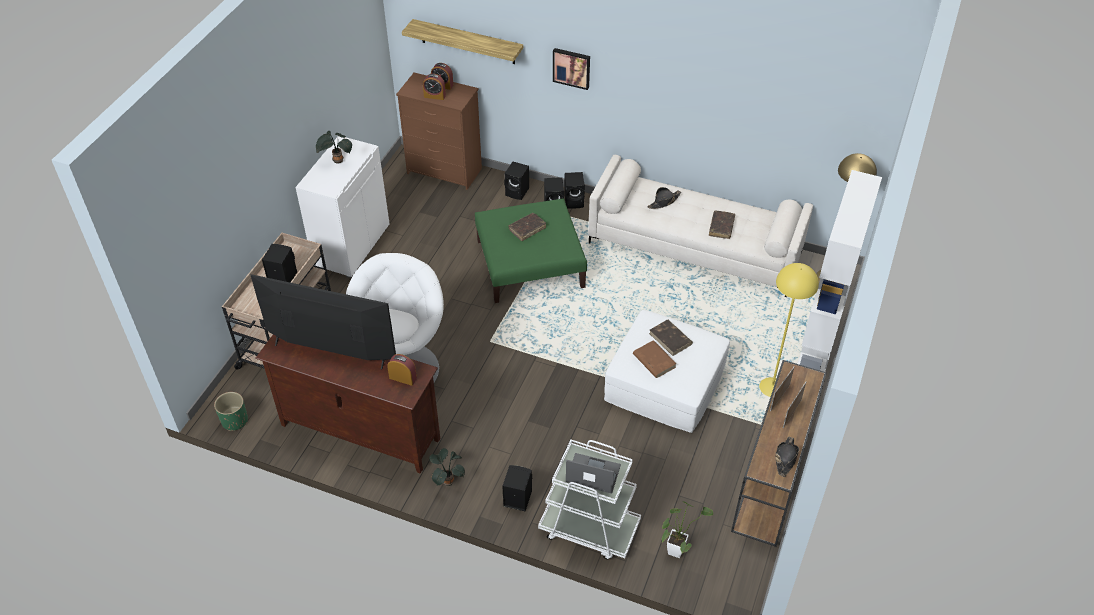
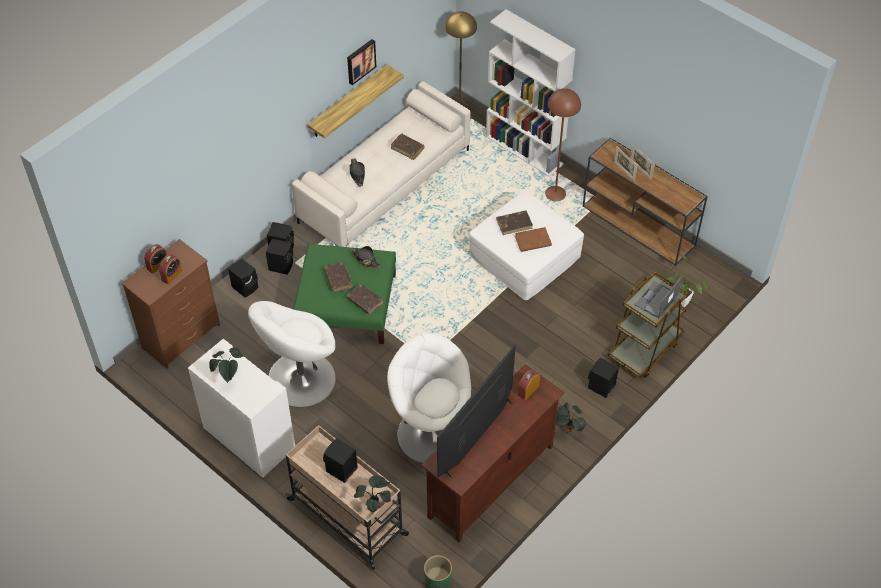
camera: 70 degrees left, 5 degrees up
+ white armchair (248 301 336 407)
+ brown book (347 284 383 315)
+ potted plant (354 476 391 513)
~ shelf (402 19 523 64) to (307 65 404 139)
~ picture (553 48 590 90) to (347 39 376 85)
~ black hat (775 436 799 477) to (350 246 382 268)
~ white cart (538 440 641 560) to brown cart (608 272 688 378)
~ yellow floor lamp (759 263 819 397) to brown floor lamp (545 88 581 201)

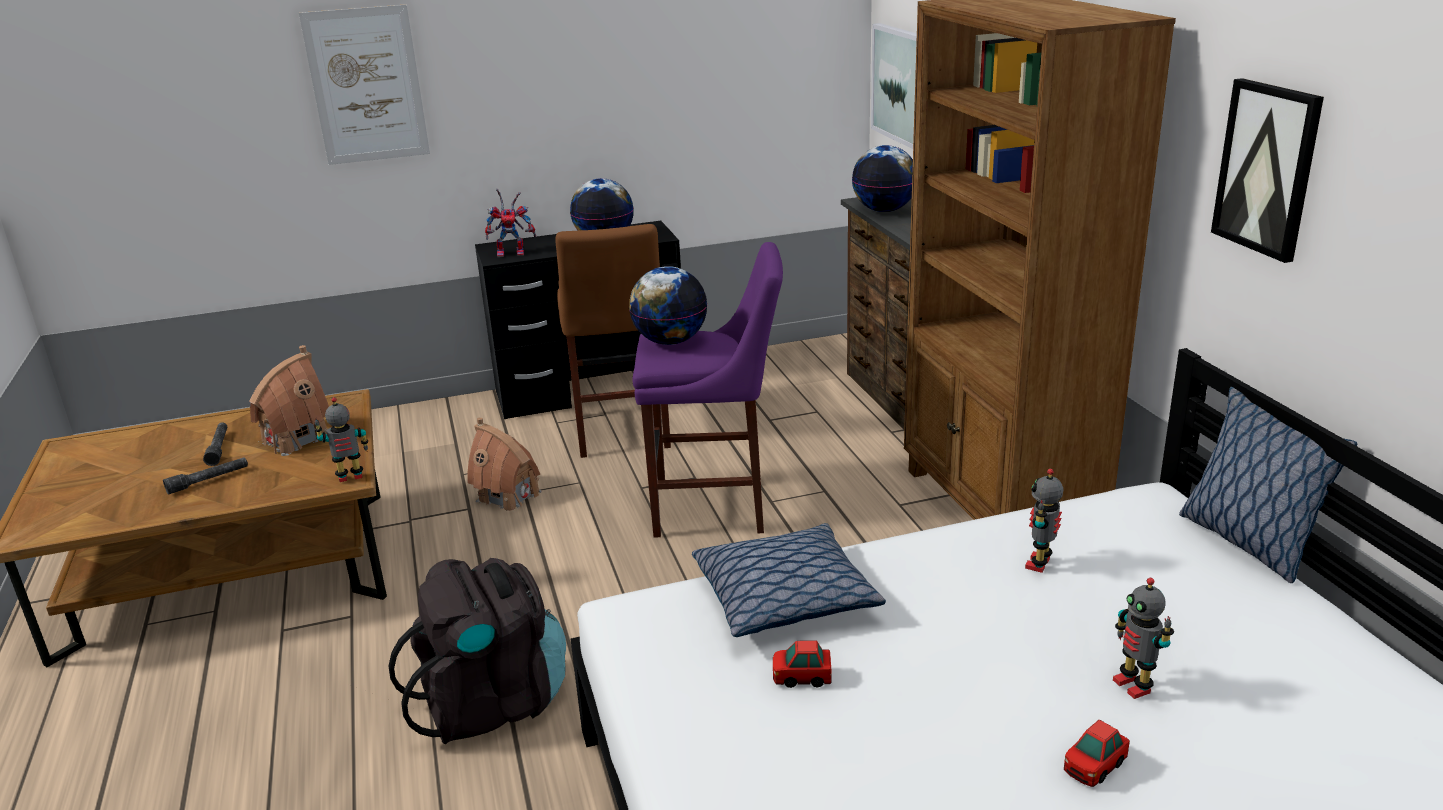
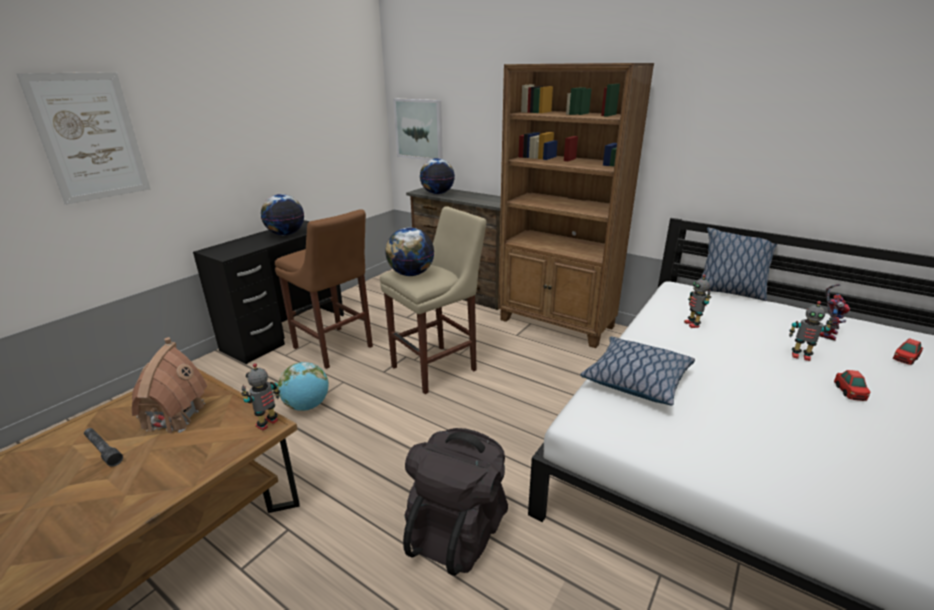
camera: 40 degrees left, 0 degrees up
- grey flashlight (163 457 248 495)
- picture (1211 78 1324 263)
~ toy robot (485 189 536 257) to (819 284 850 341)
~ toy car (773 640 831 688) to (893 338 923 365)
~ toy house (468 417 542 512) to globe (278 362 329 411)
~ purple stool (633 242 783 538) to beige stool (380 206 487 394)

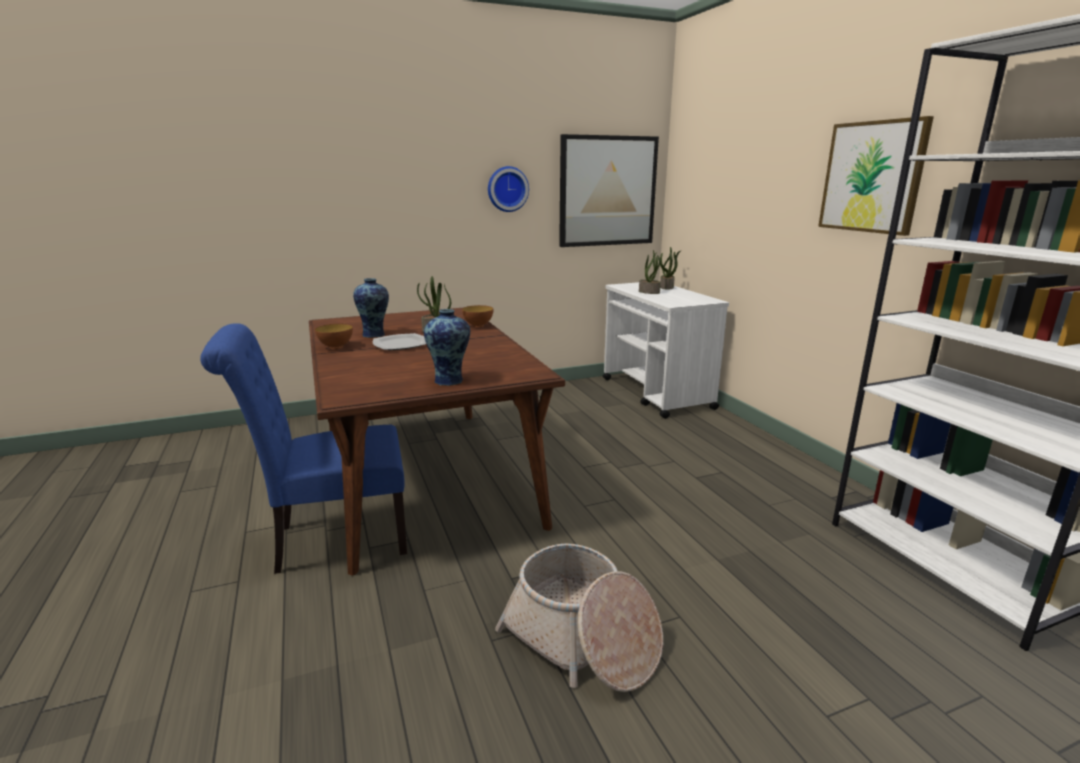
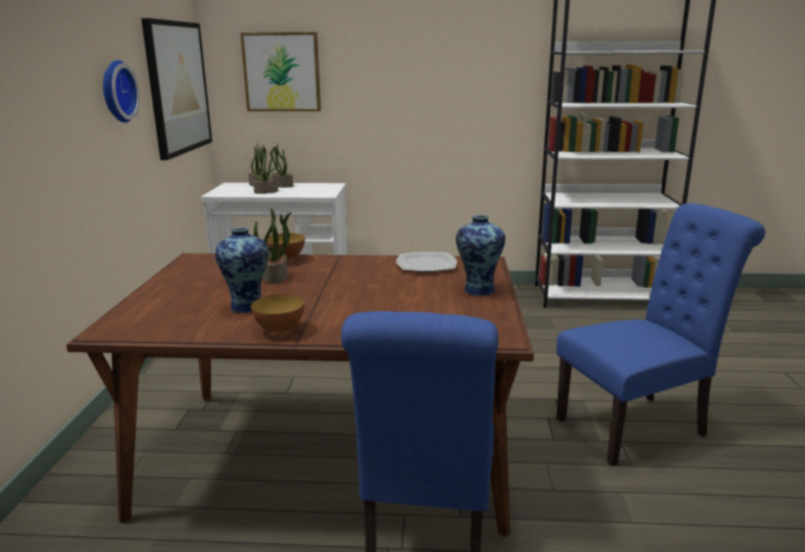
camera: 65 degrees left, 0 degrees up
+ potted plant (271 143 293 187)
~ plate (373 333 426 350) to (396 252 457 272)
~ picture (818 116 934 236) to (240 32 321 111)
~ basket (495 544 663 692) to blue chair (557 204 765 466)

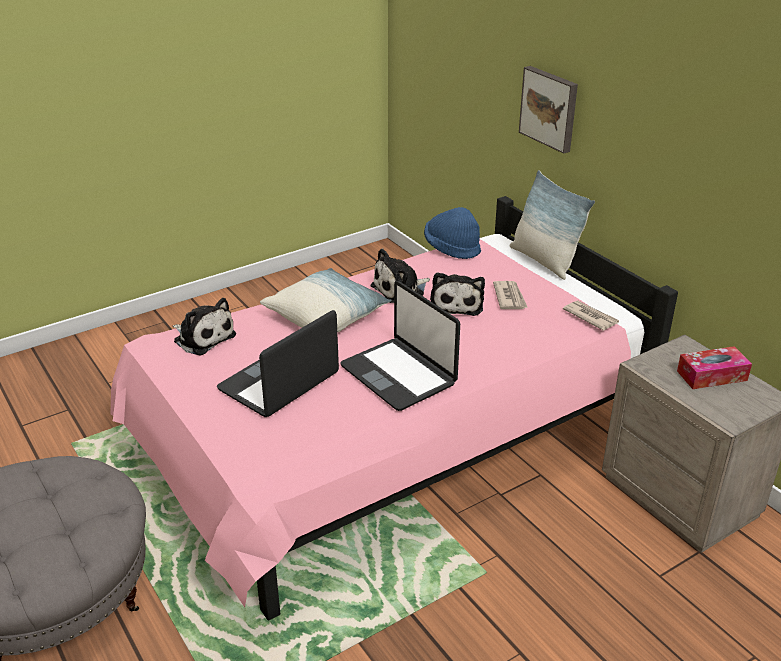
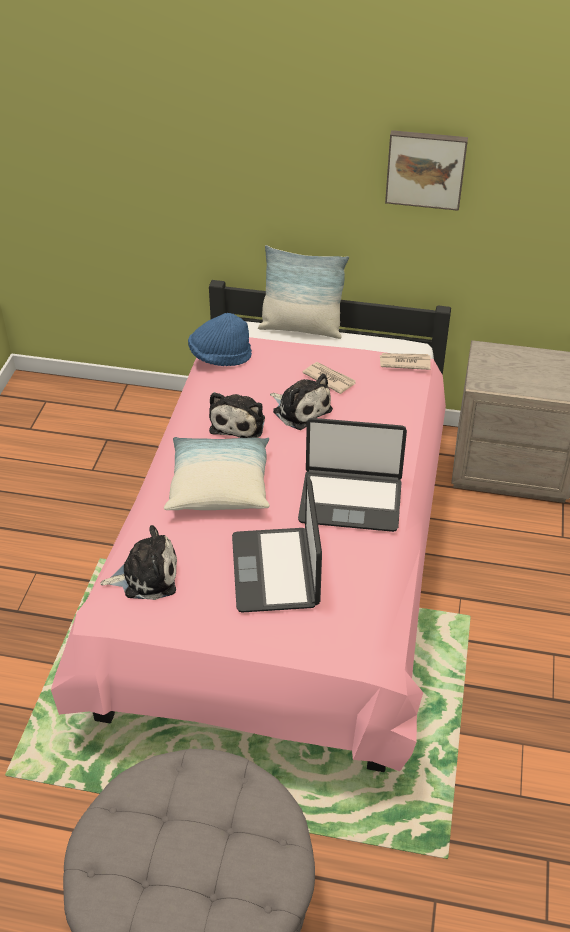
camera: 45 degrees left, 10 degrees up
- tissue box (677 346 752 389)
~ picture (519 66 578 154) to (385 130 468 211)

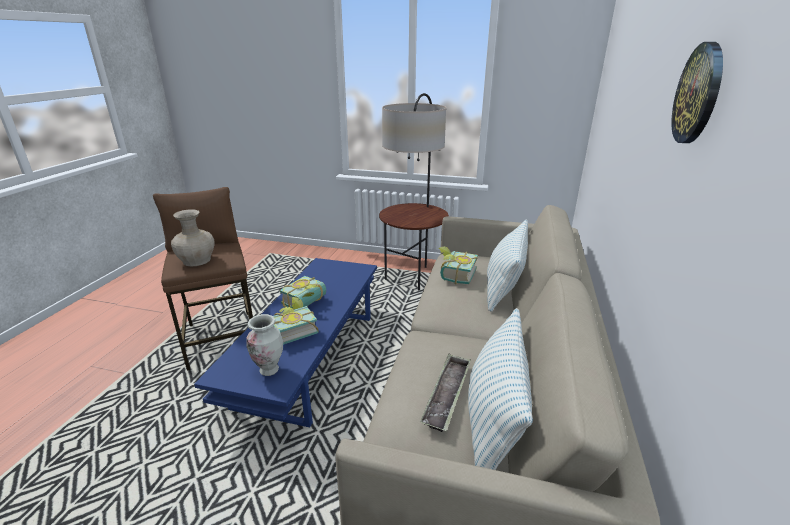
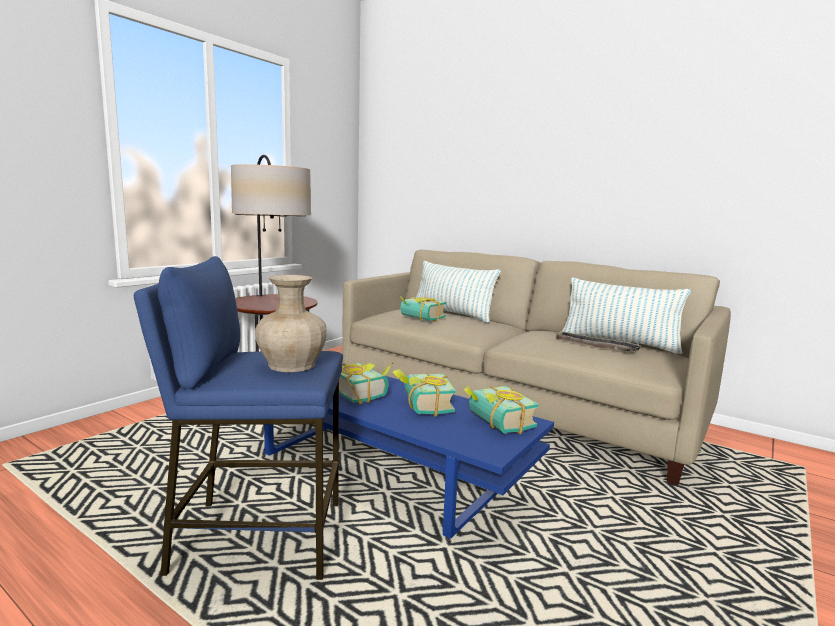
camera: 70 degrees left, 15 degrees down
- wall clock (671 42 723 143)
~ vase (247 314 283 376) to book (464 386 539 434)
~ brown stool (153 187 253 370) to blue stool (134 256 343 580)

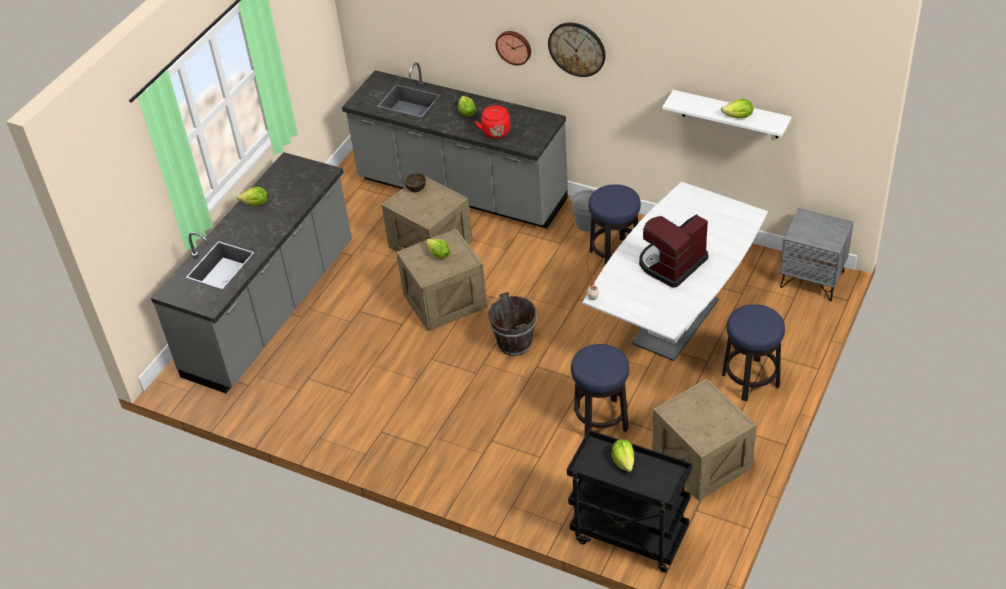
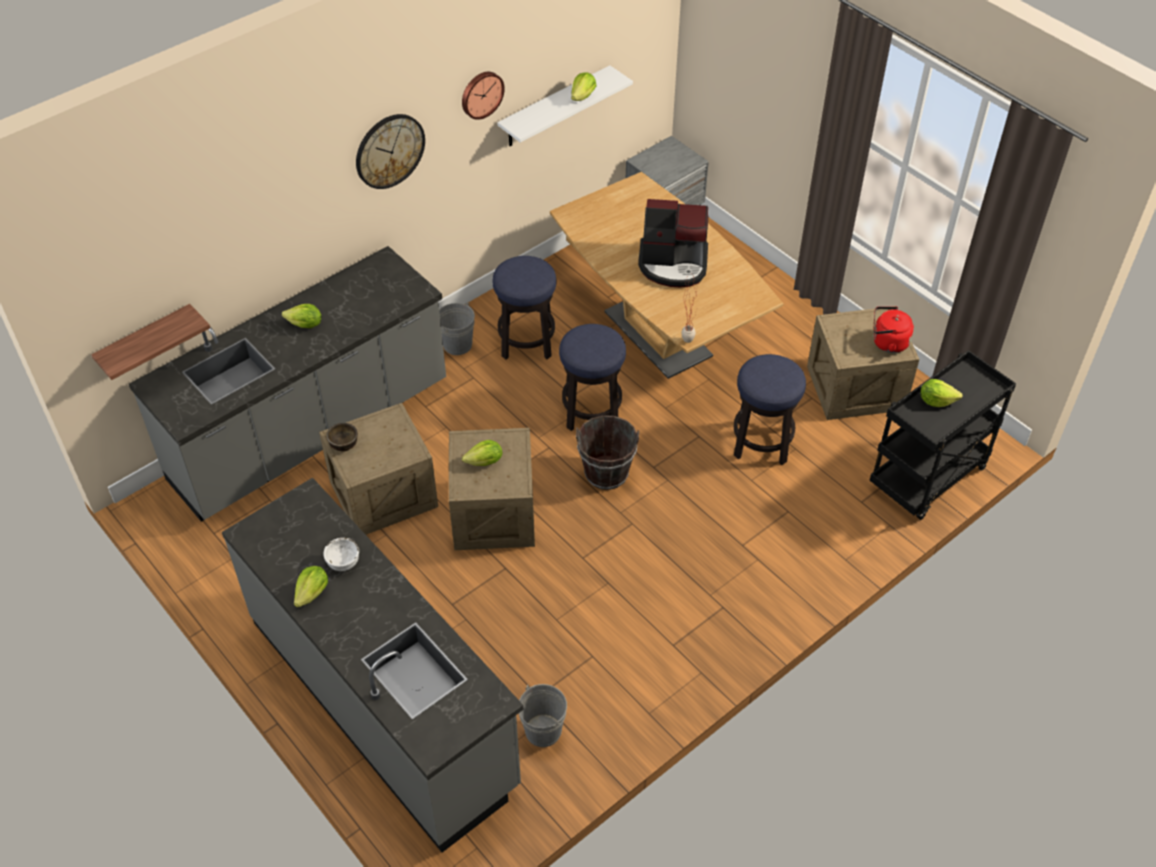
camera: 70 degrees left, 5 degrees up
+ shelf (91 304 210 380)
+ white bowl (323 538 359 571)
+ grey bucket (519 684 567 747)
~ red kettle (475 102 511 138) to (873 306 914 353)
~ wall clock (496 31 531 66) to (462 72 505 120)
~ stool (722 304 785 401) to (559 324 626 431)
~ white dining table (583 181 768 361) to brown dining table (550 172 784 379)
~ coffee machine (639 214 708 287) = (638 199 708 287) 60 degrees counterclockwise

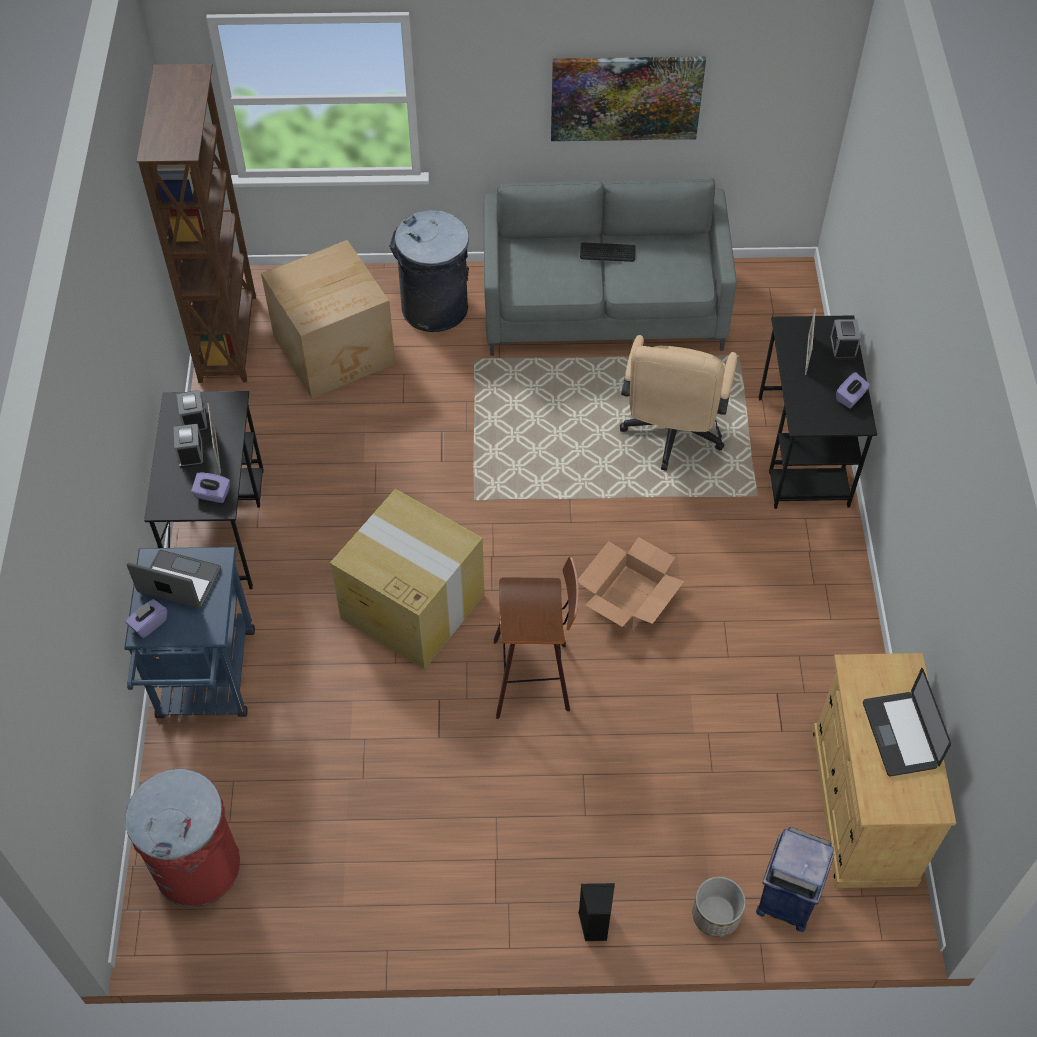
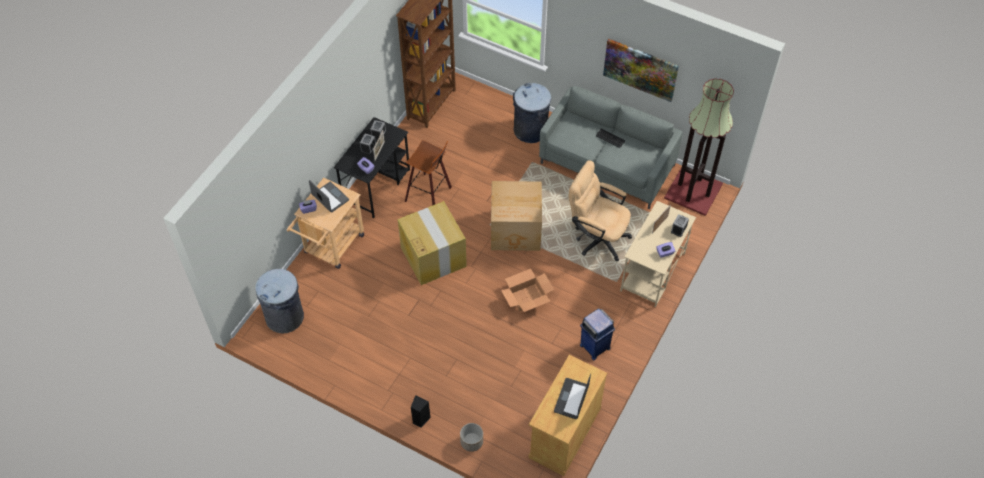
camera: 30 degrees right, 0 degrees up
+ floor lamp (664 78 734 216)
~ cardboard box (261 240 396 398) to (491 181 542 251)
~ stool (494 557 579 719) to (405 140 452 205)
~ blue trash can (756 827 834 932) to (580 308 615 360)
~ blue cart (124 547 255 718) to beige cart (287 178 364 269)
~ red trash can (125 769 240 907) to grey trash can (255 269 304 333)
~ black desk (759 315 877 509) to beige desk (620 201 696 307)
~ beige office chair (620 335 737 471) = (569 160 632 261) 75 degrees clockwise

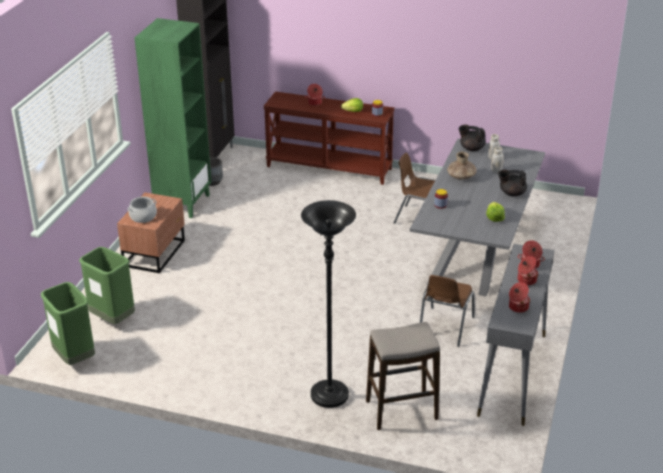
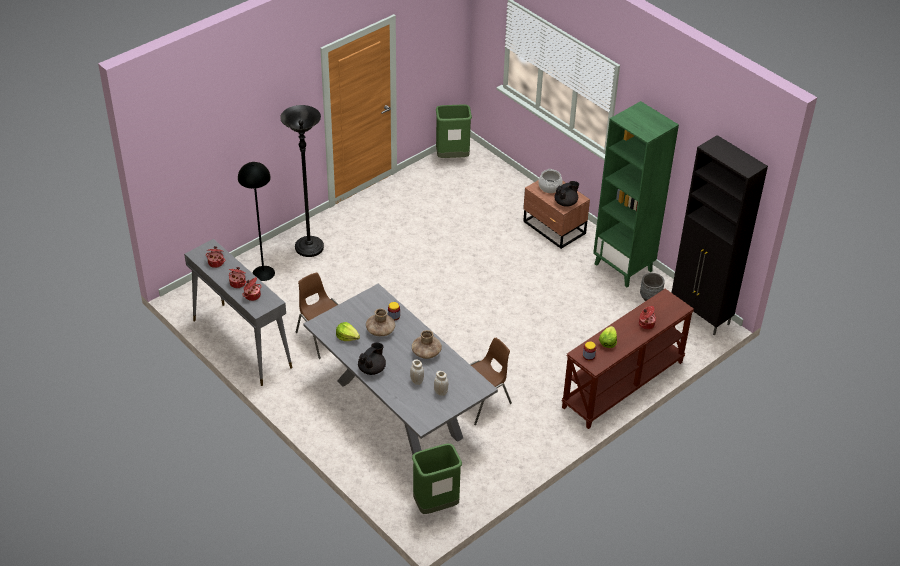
camera: 120 degrees right, 10 degrees up
+ brown vase (366 308 395 336)
~ green trash can (79 247 135 324) to (412 444 462 514)
~ black teapot (459 125 486 151) to (554 181 579 207)
~ stool (366 322 440 430) to black floor lamp (238 162 275 281)

